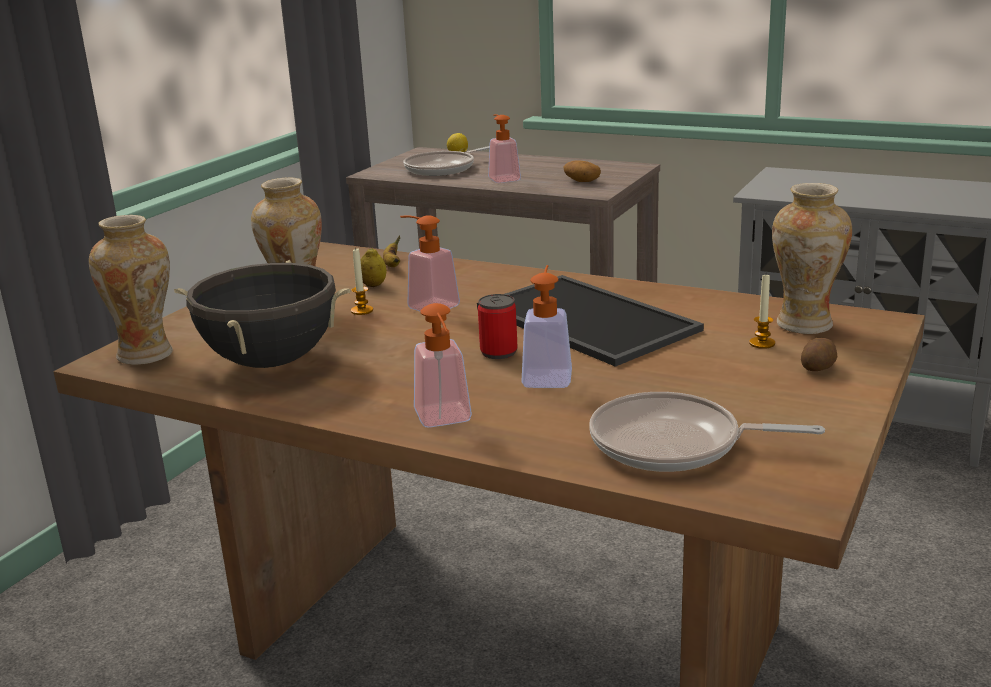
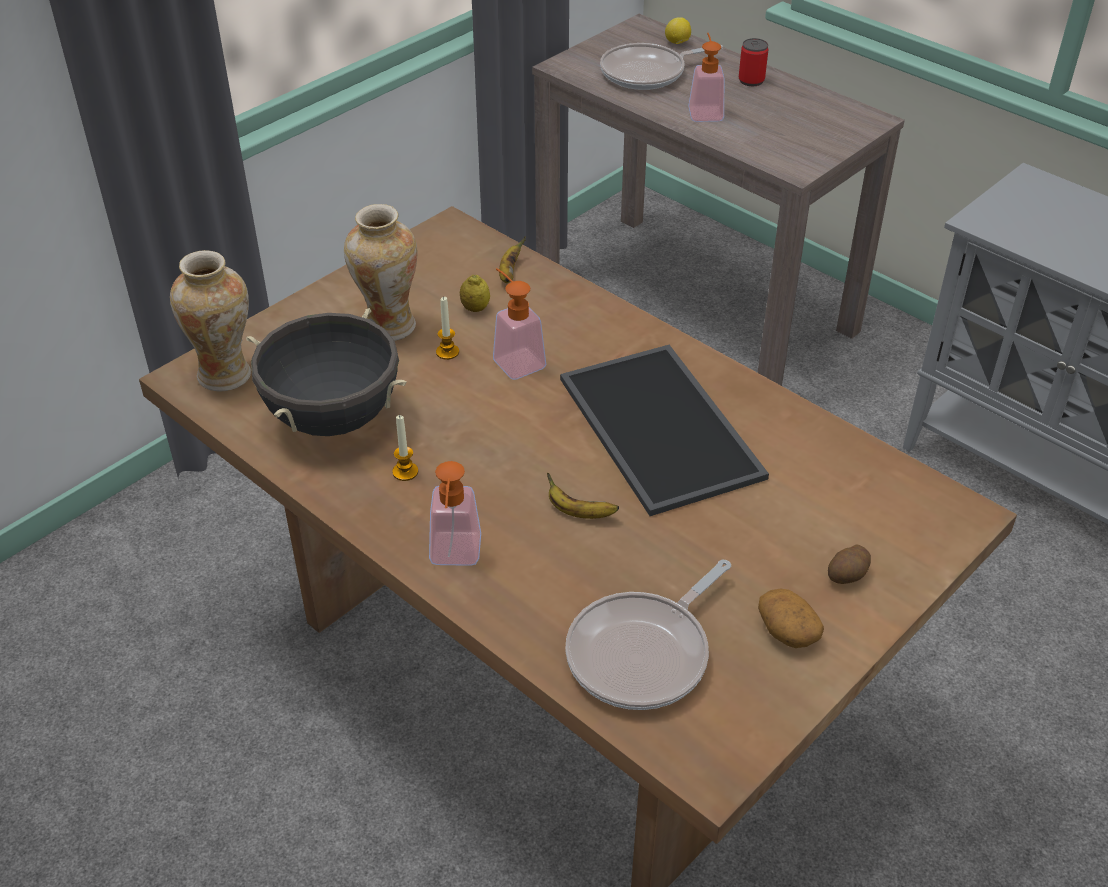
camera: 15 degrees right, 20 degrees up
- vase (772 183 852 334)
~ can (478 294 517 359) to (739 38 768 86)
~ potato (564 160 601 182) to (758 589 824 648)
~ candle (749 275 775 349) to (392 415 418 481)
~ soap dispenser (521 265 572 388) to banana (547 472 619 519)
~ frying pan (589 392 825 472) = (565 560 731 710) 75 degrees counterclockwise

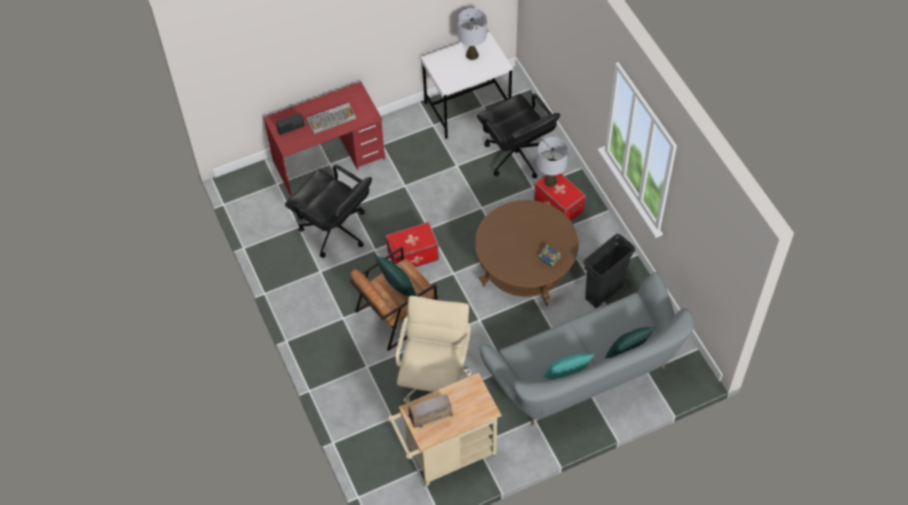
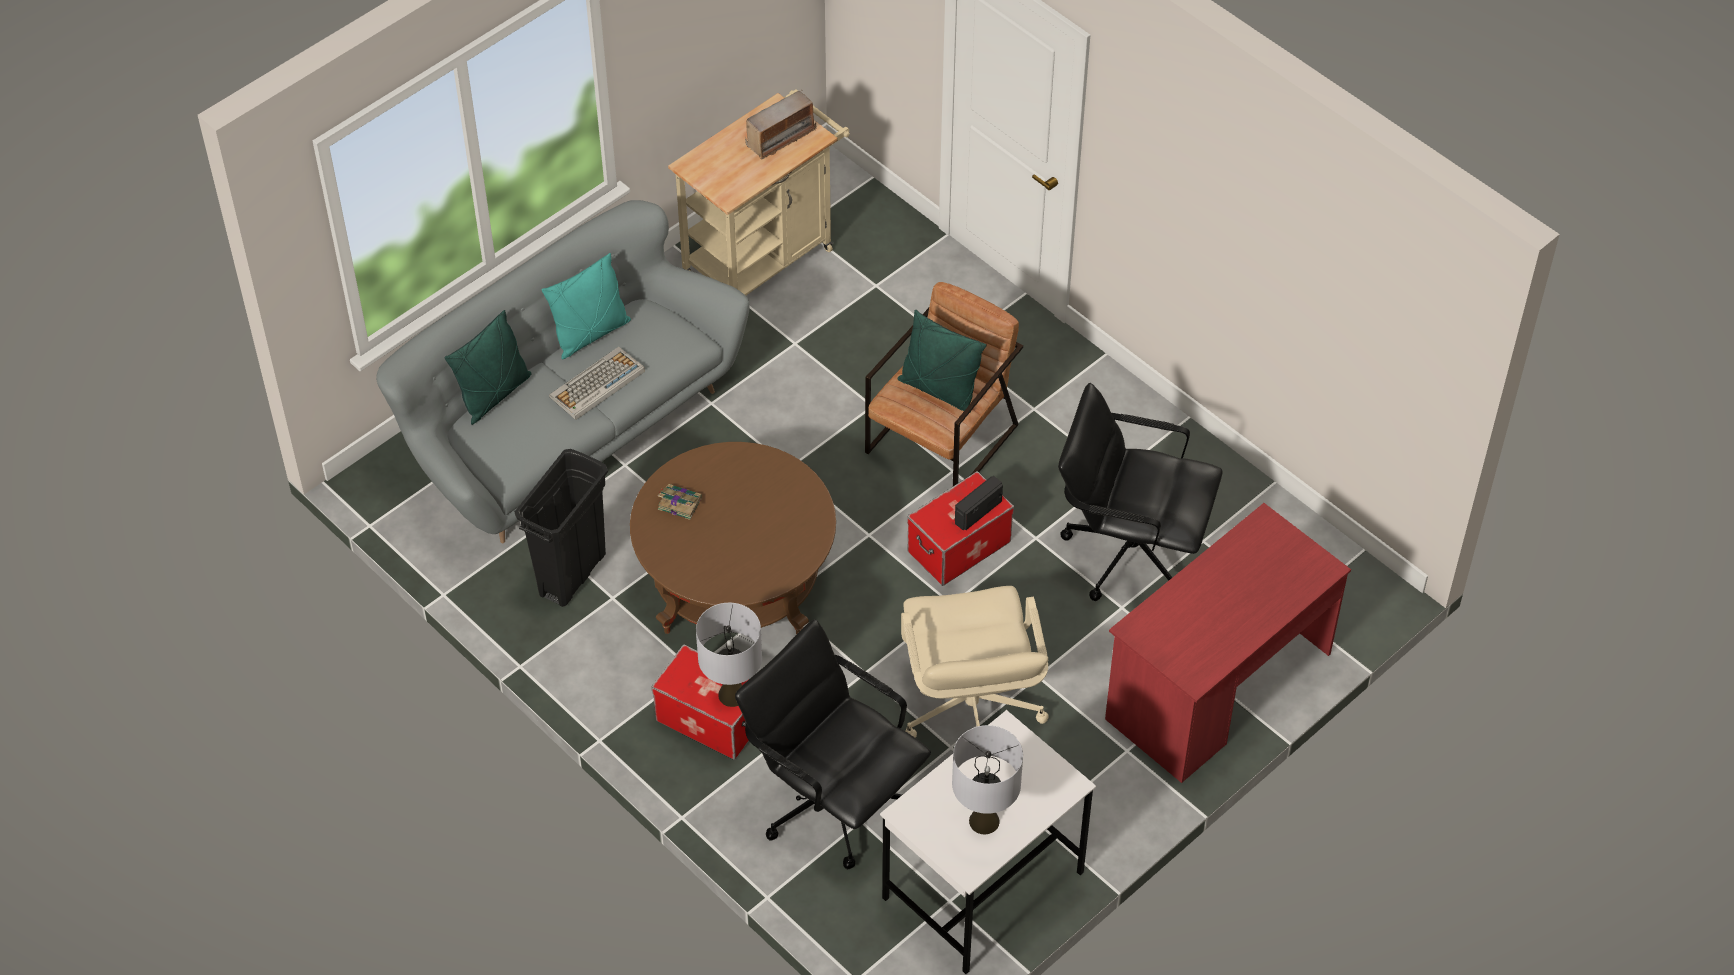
camera: 160 degrees right, 5 degrees down
~ radio (276 113 305 135) to (955 476 1003 531)
~ keyboard (306 102 356 134) to (549 347 645 420)
~ beige office chair (395 296 472 403) to (901 586 1048 738)

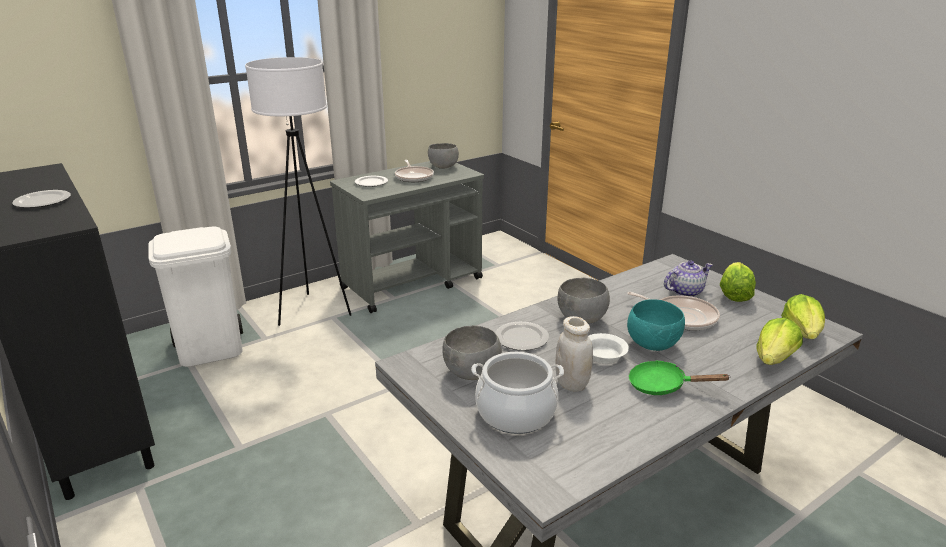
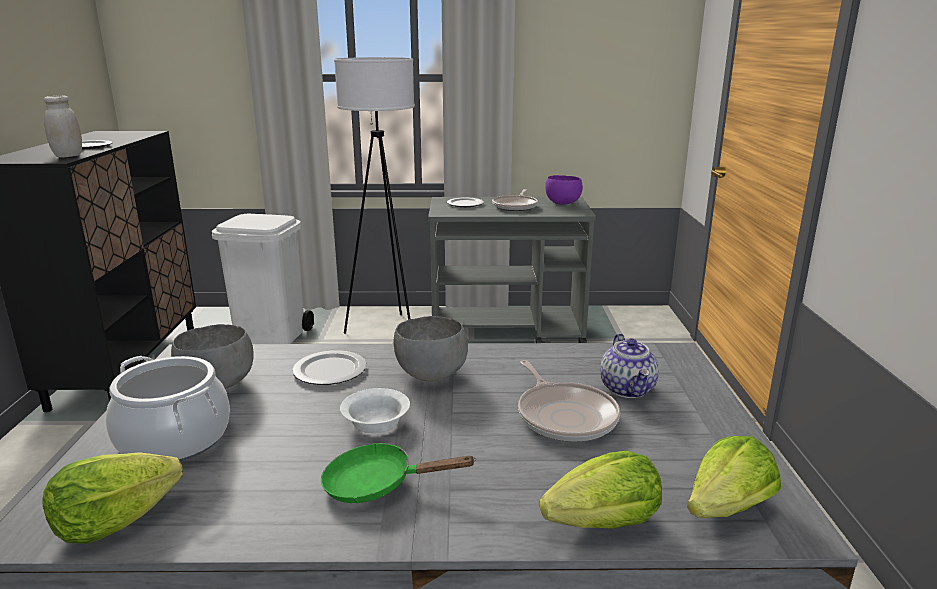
camera: 35 degrees right, 5 degrees down
- turquoise bowl (627 299 685 351)
~ white jar (555 316 593 392) to (43 95 82 158)
~ lettuce (720 262 756 302) to (42 452 183 544)
~ grey bowl (428 143 459 169) to purple bowl (545 175 583 205)
~ green frying pan (628 360 731 395) = (321 443 476 503) 45 degrees counterclockwise
~ teapot (664 261 712 297) = (600 333 659 398) 75 degrees clockwise

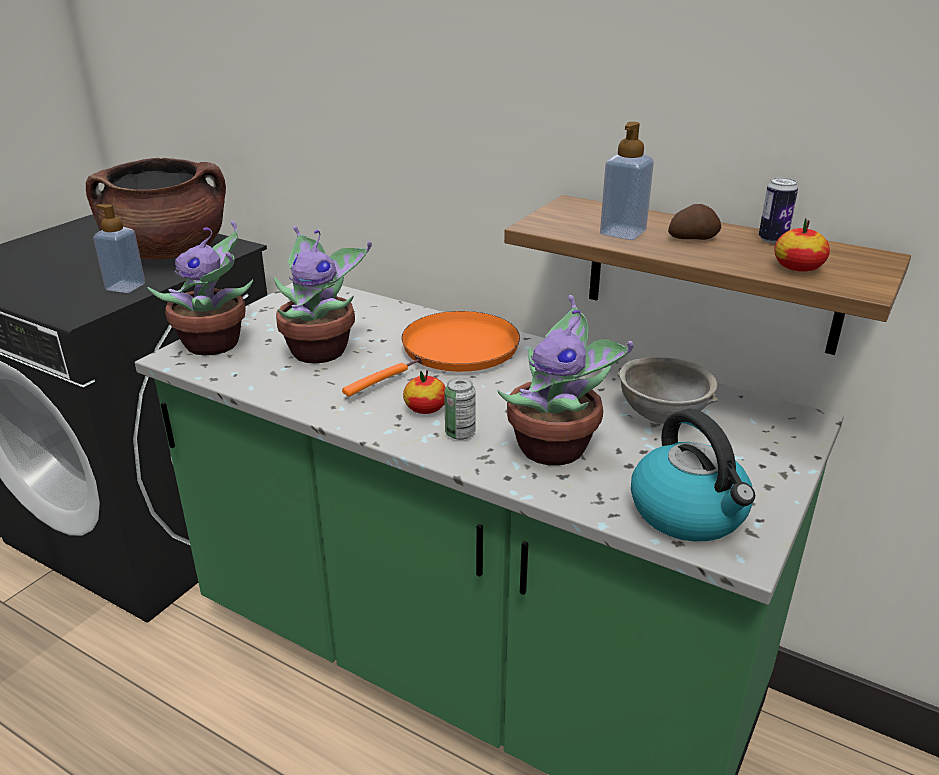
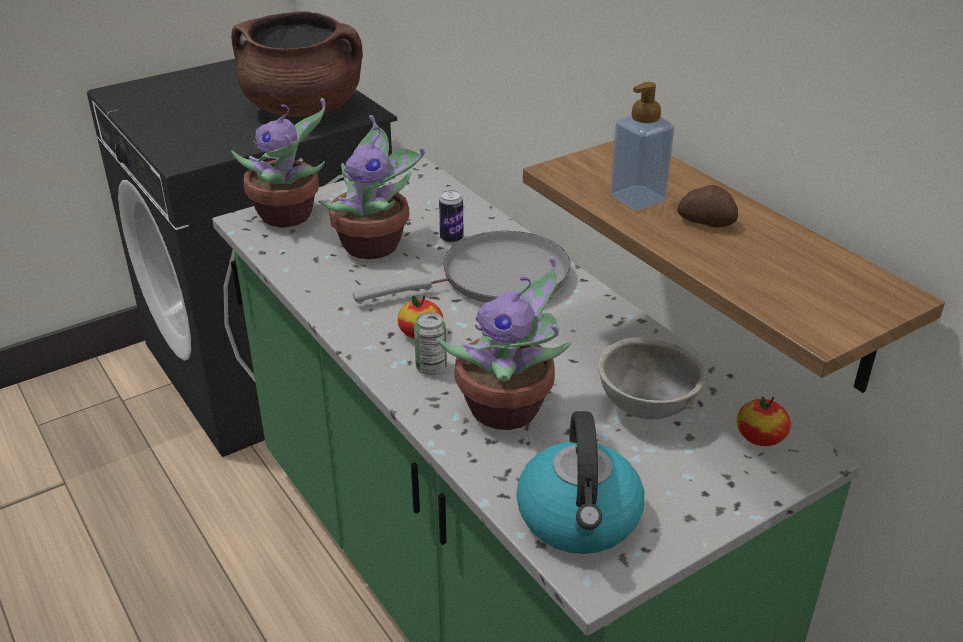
camera: 25 degrees right, 5 degrees up
- soap dispenser (93 204 145 293)
~ can (759 177 798 244) to (439 190 464 243)
~ apple (774 218 830 272) to (737 397 791 446)
~ orange frying pan (342 311 520 396) to grey frying pan (353 231 571 303)

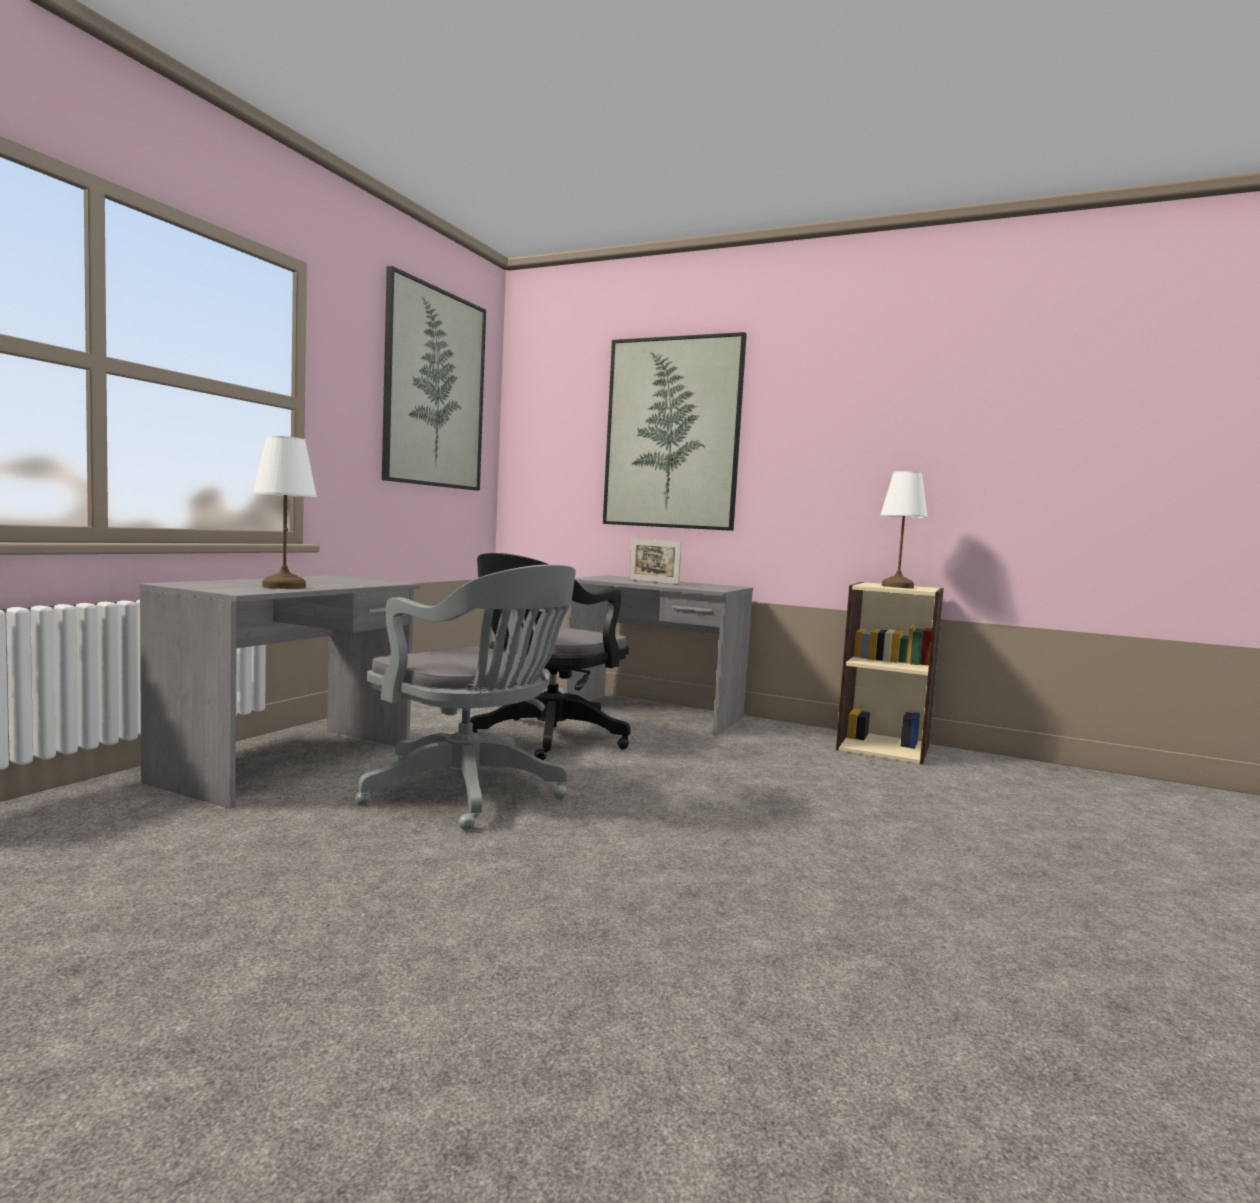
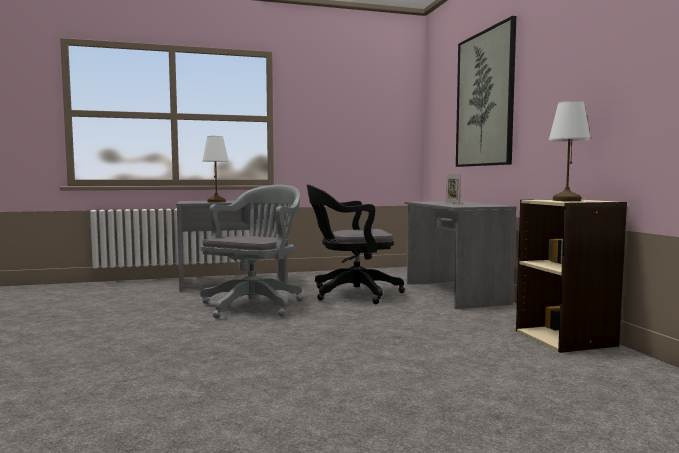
camera: 50 degrees right, 0 degrees up
- picture (382 266 486 491)
~ grey office chair (355 564 576 830) = (200 185 303 318) 150 degrees counterclockwise

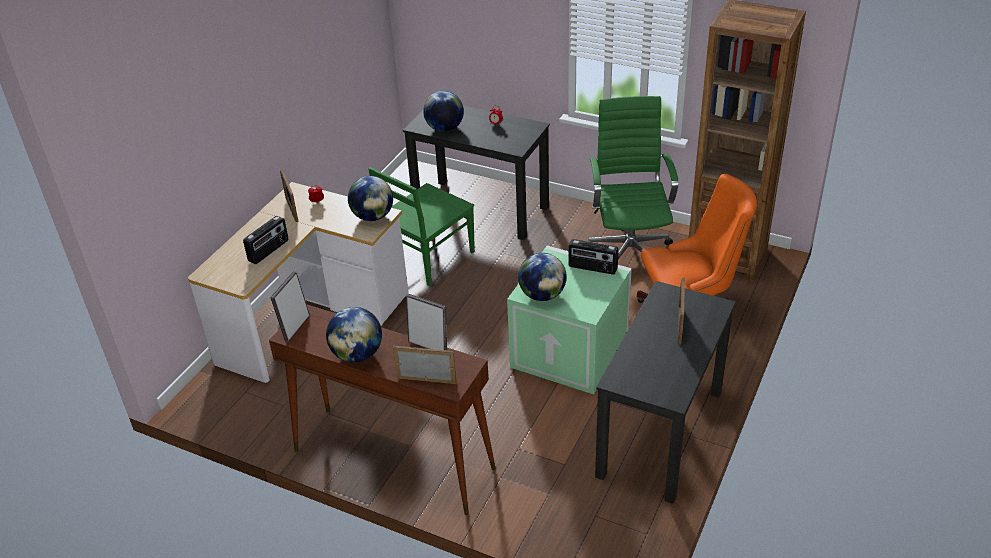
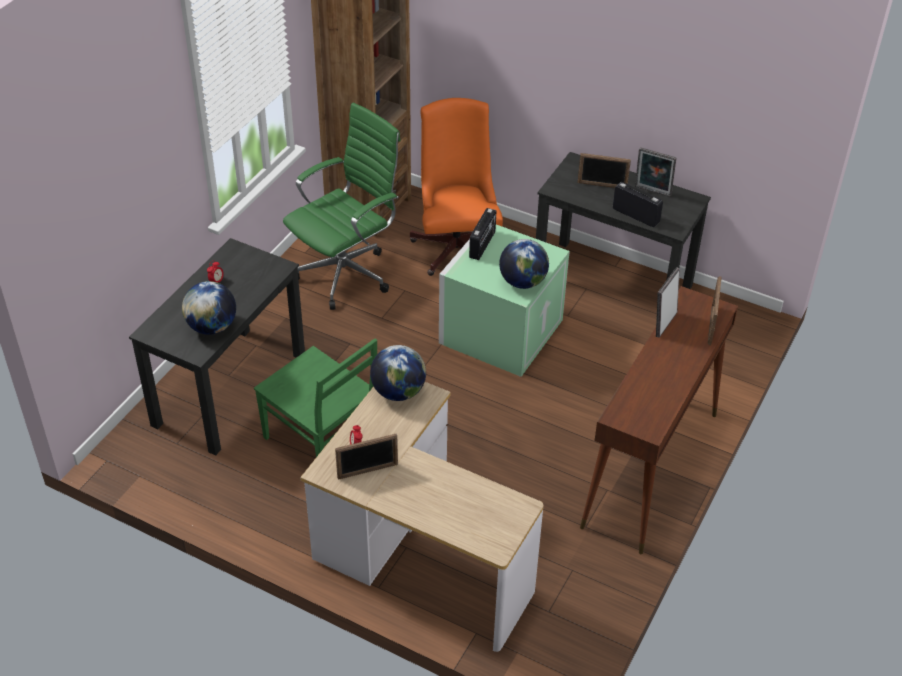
camera: 90 degrees left, 5 degrees up
- globe (326 307 382 363)
~ radio (243 216 288 264) to (613 182 663 227)
~ picture frame (270 271 310 342) to (635 147 677 197)
~ green office chair (588 96 678 259) = (283 102 401 310) 135 degrees clockwise

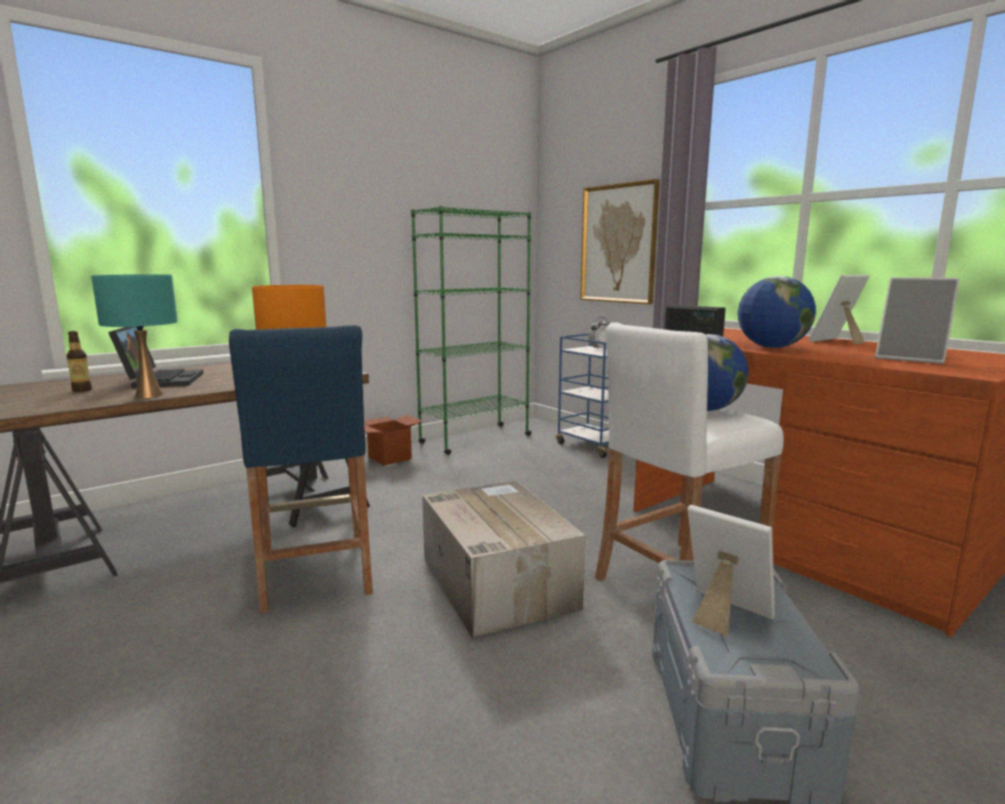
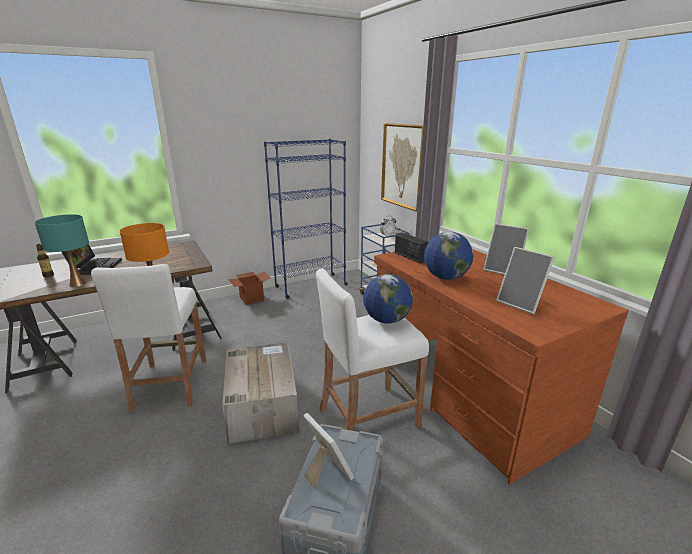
camera: 10 degrees right, 10 degrees up
~ blue stool (229 325 373 613) to white stool (91 264 206 412)
~ green bookcase (411 206 532 455) to blue bookcase (264 139 348 299)
~ picture frame (809 275 869 345) = (483 223 529 275) 120 degrees counterclockwise

